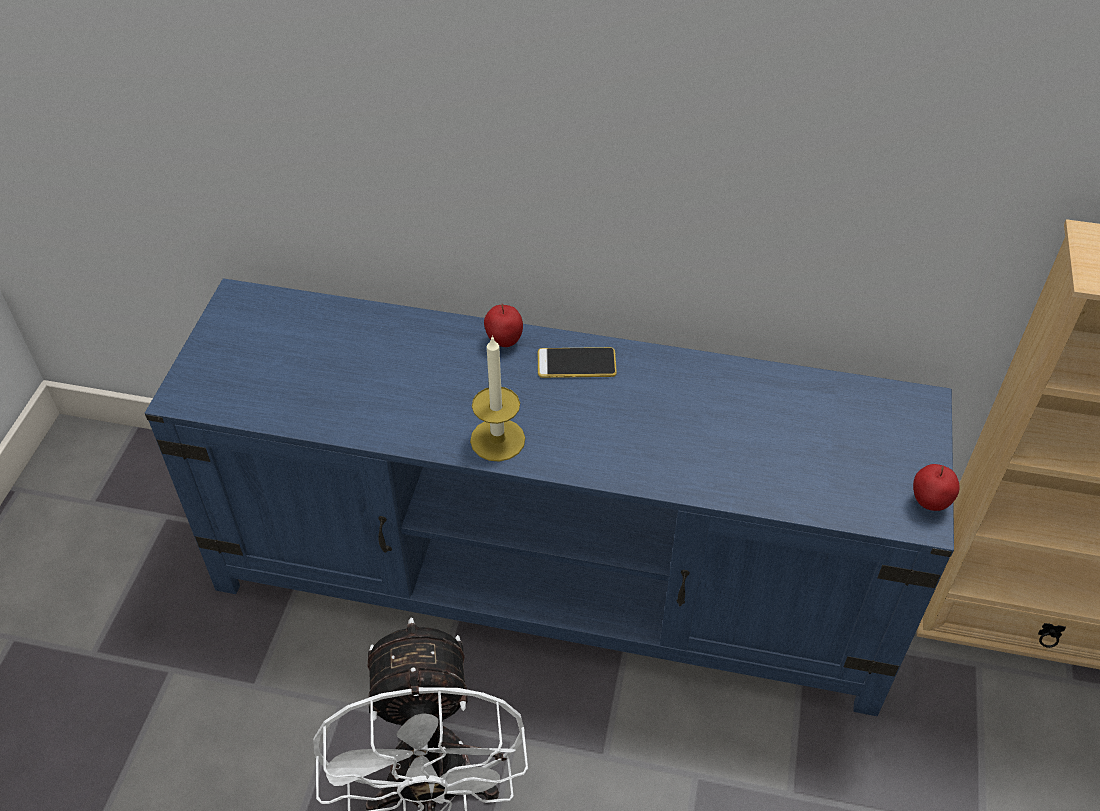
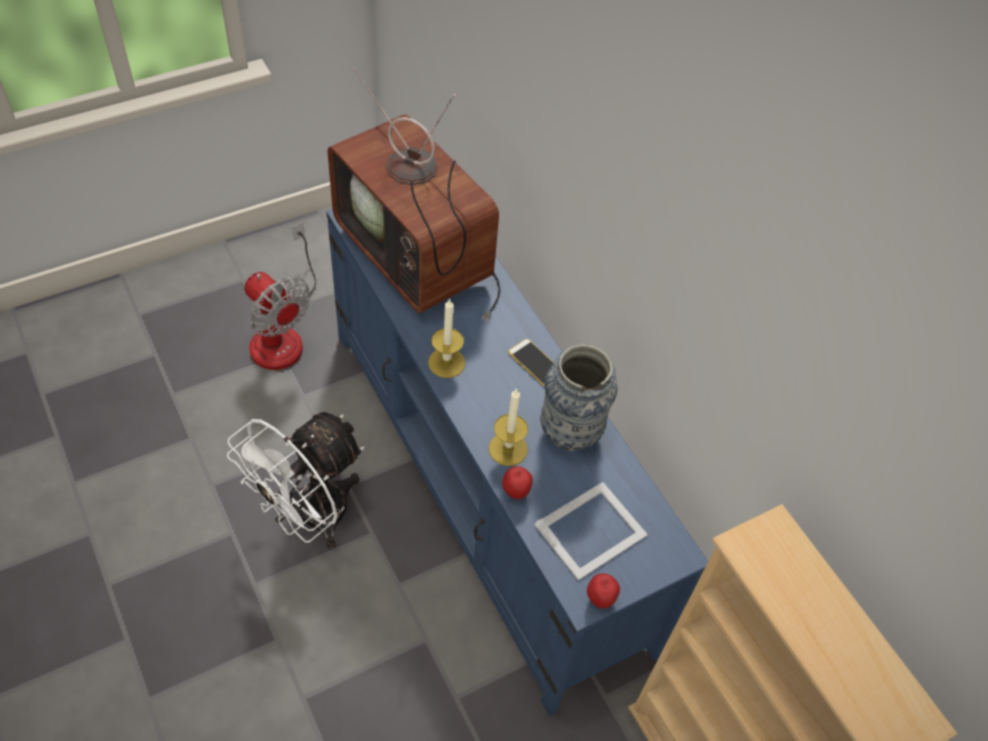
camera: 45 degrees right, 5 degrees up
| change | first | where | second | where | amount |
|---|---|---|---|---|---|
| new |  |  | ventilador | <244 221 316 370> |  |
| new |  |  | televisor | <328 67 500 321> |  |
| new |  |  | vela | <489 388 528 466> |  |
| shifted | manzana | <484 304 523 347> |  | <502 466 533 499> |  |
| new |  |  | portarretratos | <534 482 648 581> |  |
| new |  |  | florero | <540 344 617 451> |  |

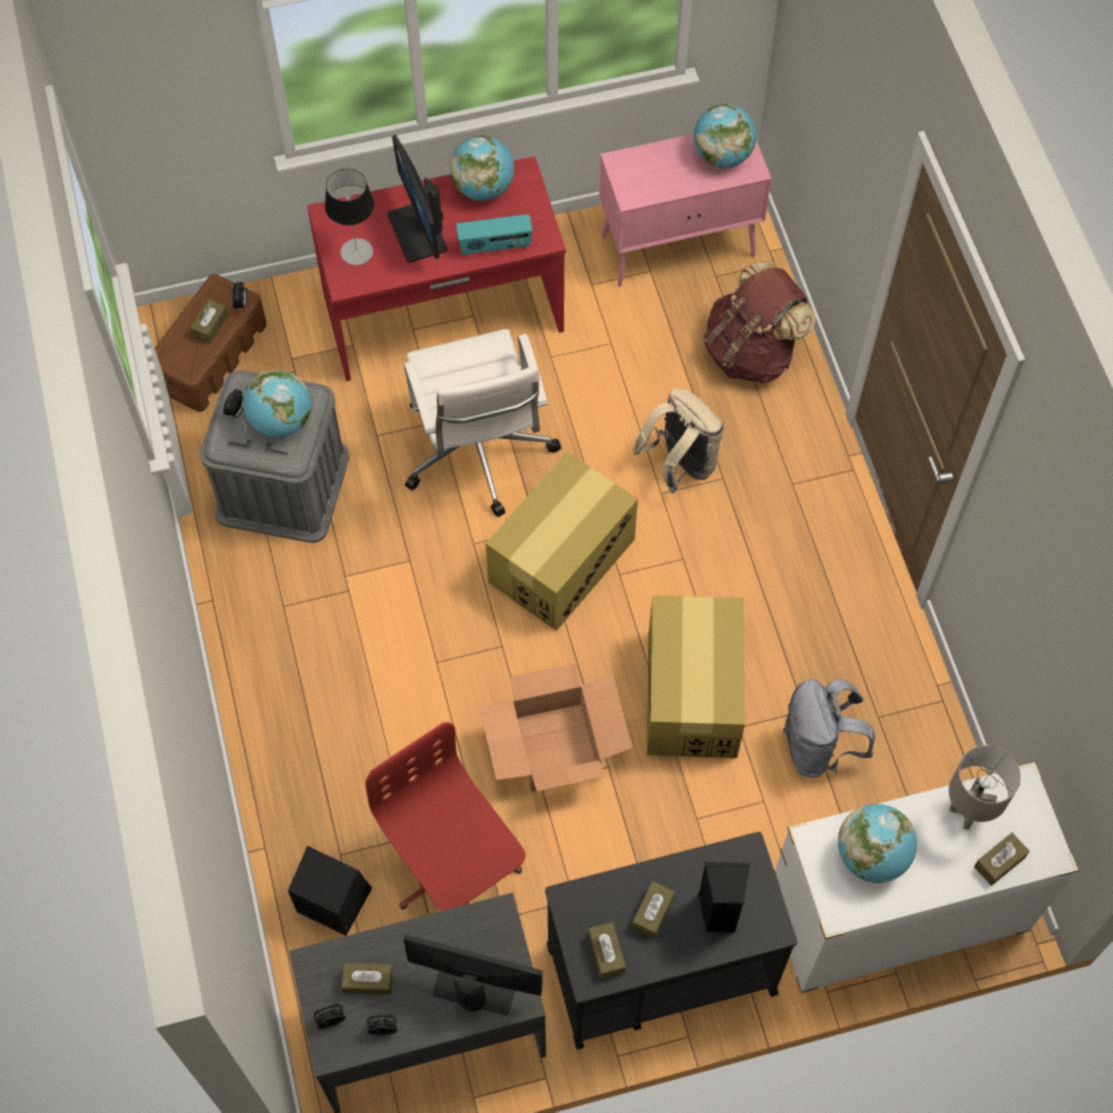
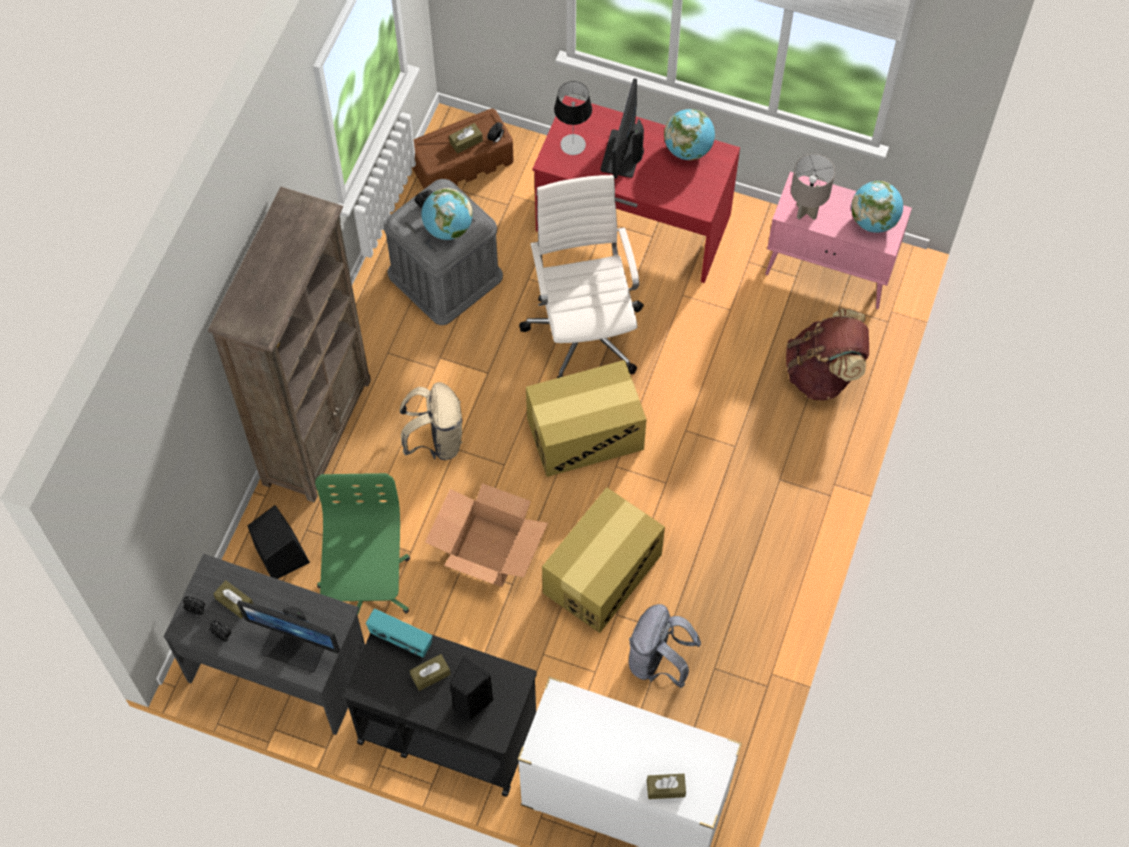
camera: 35 degrees right, 0 degrees up
| change | first | where | second | where | amount |
|---|---|---|---|---|---|
| new |  |  | estantería/marrón | <208 187 371 503> |  |
| rotated | monitor | <403 934 543 1015> |  | <237 600 340 672> | 150 degrees clockwise |
| repainted | silla de oficina/rojo | <365 722 526 911> | silla de oficina/verde | <315 473 410 616> |  |
| shifted | radio | <456 214 533 255> |  | <366 609 432 657> |  |
| shifted | mochila/beis | <632 388 724 494> |  | <399 382 463 460> |  |
| rotated | silla de oficina/blanco | <404 329 561 517> |  | <519 175 644 378> | 150 degrees clockwise |
| shifted | lámpara de mesa/gris | <949 745 1021 830> |  | <791 154 835 220> |  |
| gone | caja de pañuelos/marrón | <588 922 626 979> |  |  |  |
| gone | globo terráqueo | <838 804 917 883> |  |  |  |

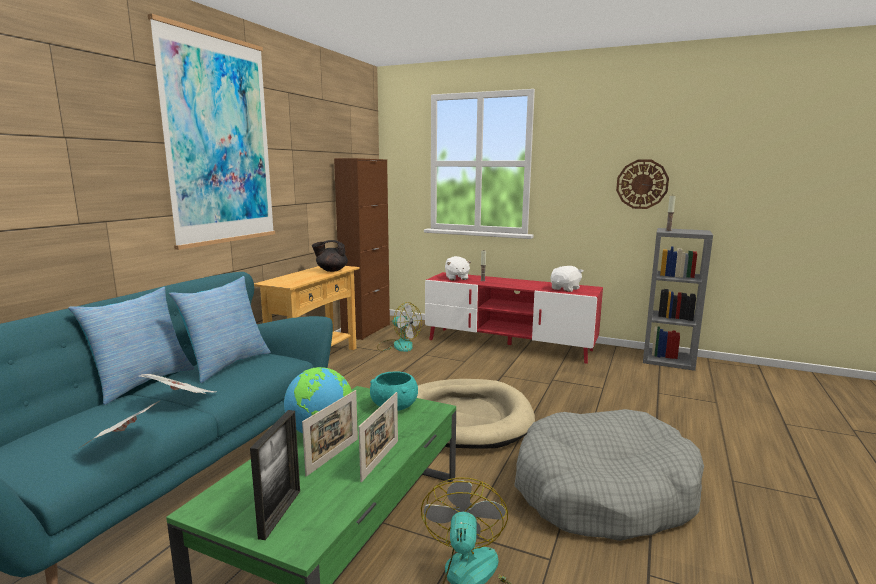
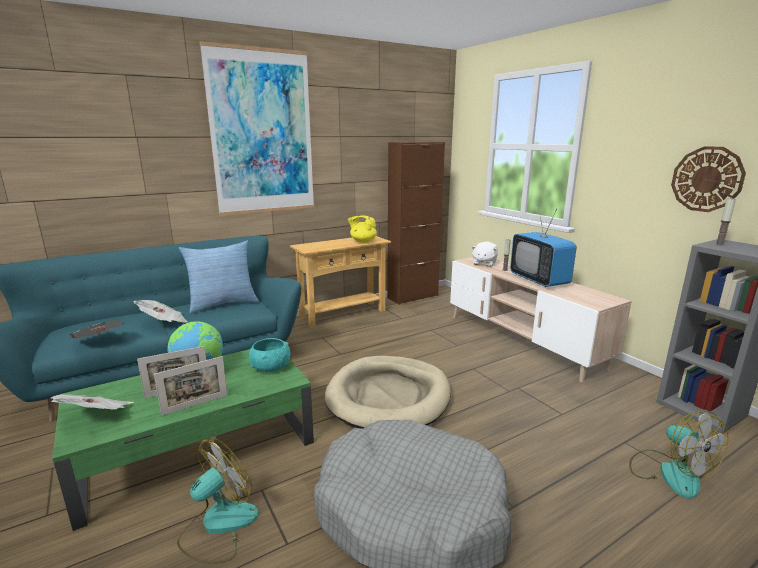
camera: 35 degrees right, 5 degrees up
| change | first | where | second | where | amount |
|---|---|---|---|---|---|
| swapped | portarretratos | <250 410 300 540> | periódico | <50 394 134 410> |  |
| repainted | tetera/negro | <312 240 348 272> | tetera/amarillo | <348 215 377 243> |  |
| repainted | mueble de televisión/rojo | <425 272 603 364> | mueble de televisión/beis | <450 257 632 383> |  |
| new |  |  | televisor | <510 205 577 287> |  |
| shifted | ventilador | <377 302 422 352> |  | <629 411 729 499> |  |
| gone | cojín | <68 287 194 405> |  |  |  |
| gone | peluche/blanco | <551 266 583 292> |  |  |  |

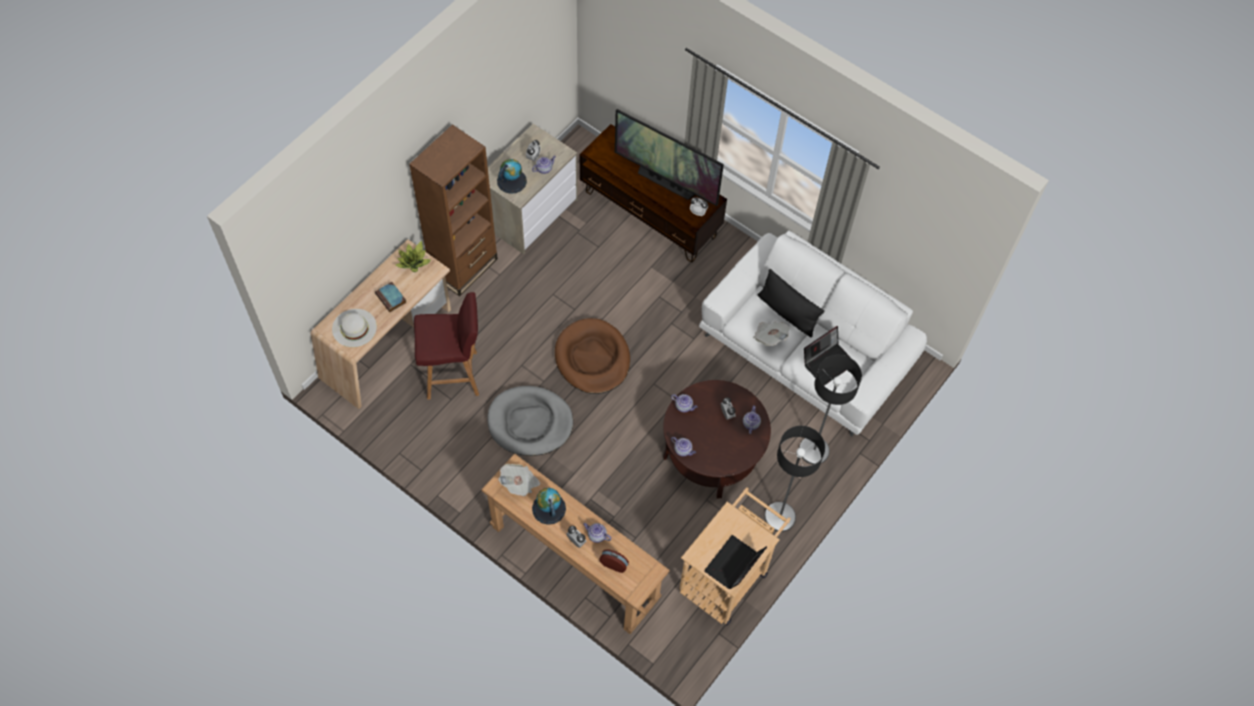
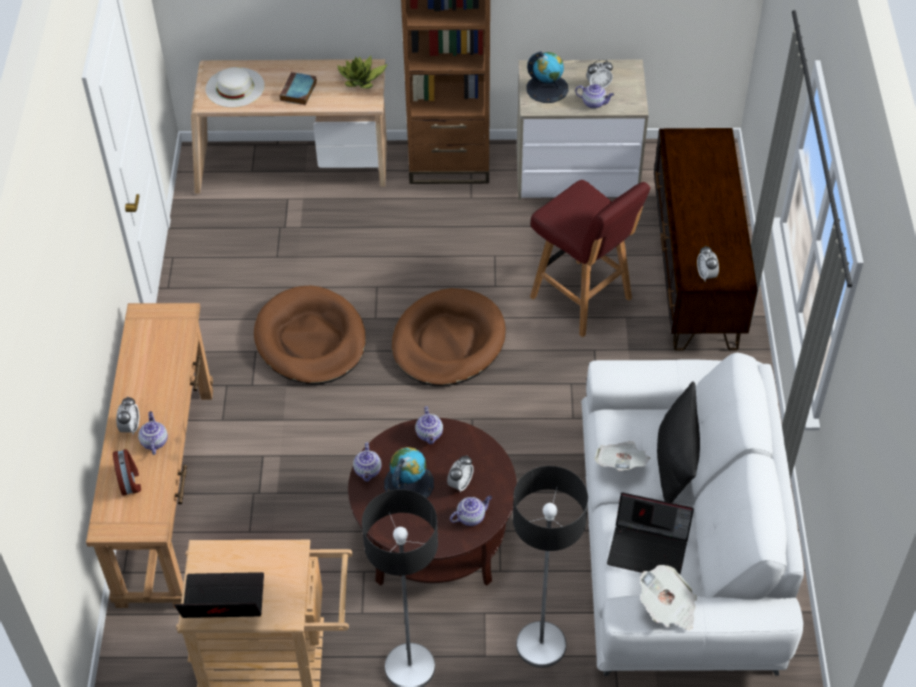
camera: 55 degrees right, 10 degrees down
| change | first | where | second | where | amount |
|---|---|---|---|---|---|
| repainted | cama para perro/gris | <487 386 573 456> | cama para perro/marrón | <254 286 366 384> |  |
| shifted | globo terráqueo | <532 488 566 525> |  | <384 447 434 498> |  |
| shifted | taburete/rojo | <414 292 479 400> |  | <530 180 650 337> |  |
| shifted | periódico | <498 464 540 496> |  | <640 565 697 630> |  |
| gone | televisor | <615 109 724 206> |  |  |  |

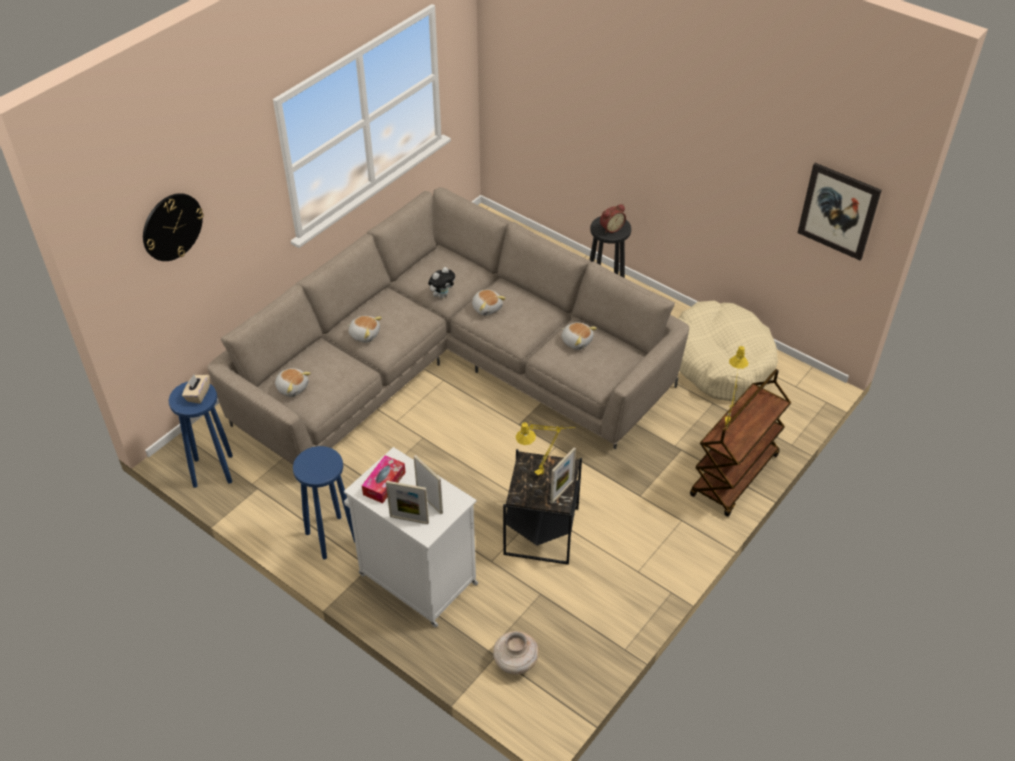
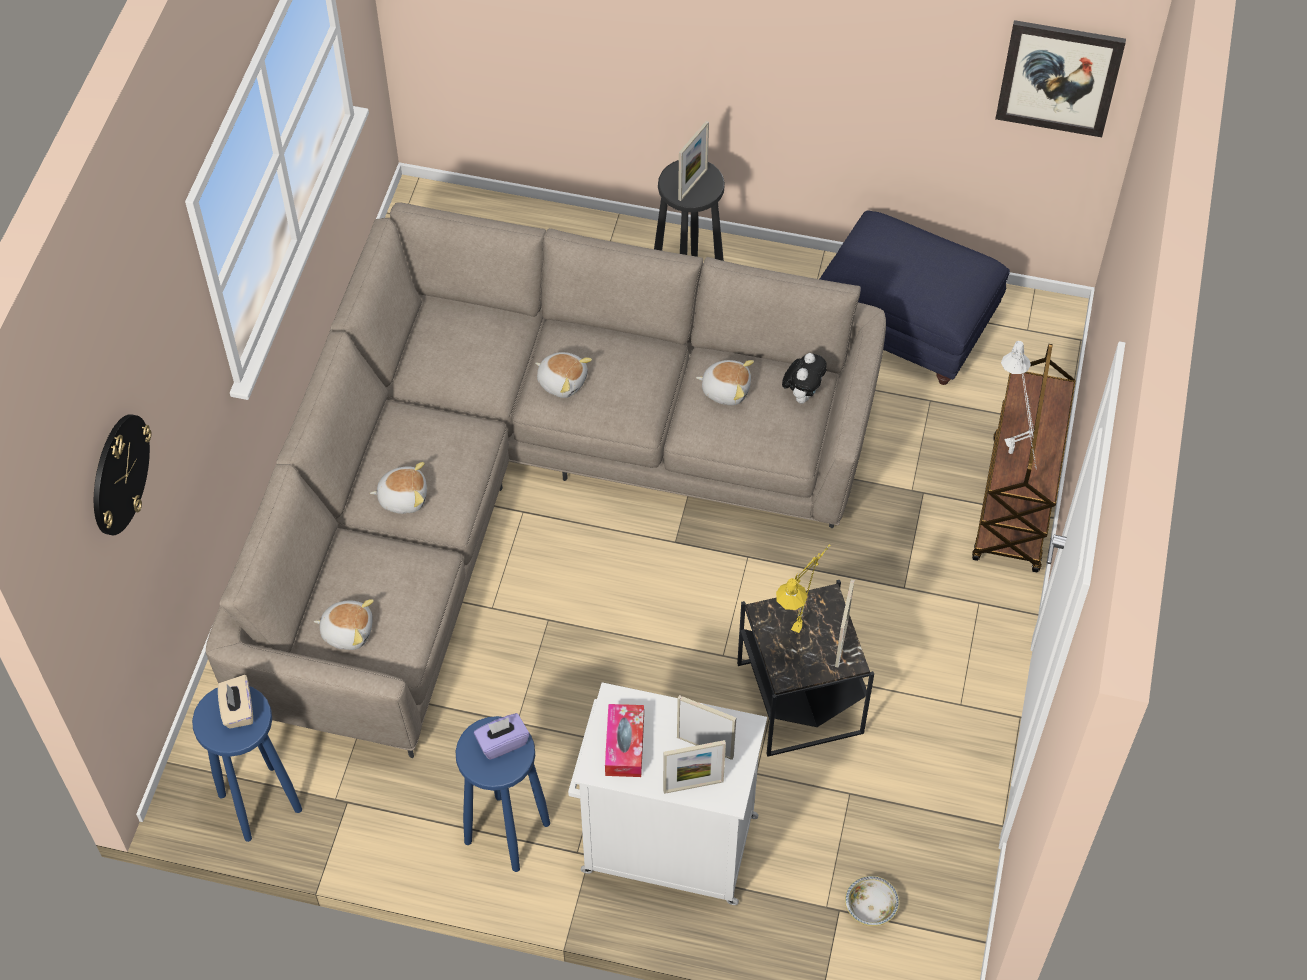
camera: 25 degrees left, 10 degrees up
| change | first | where | second | where | amount |
|---|---|---|---|---|---|
| new |  |  | caja de pañuelos/morado | <474 713 529 760> |  |
| swapped | despertador | <600 204 626 233> | portarretratos | <678 120 709 201> |  |
| shifted | peluche | <428 267 455 298> |  | <782 353 827 404> |  |
| swapped | cama para perro/beis | <678 300 778 401> | puf/azul | <820 210 1010 385> |  |
| swapped | florero/beis | <493 631 539 675> | cuenco | <845 876 899 926> |  |
| repainted | lámpara de mesa/amarillo | <725 346 749 428> | lámpara de mesa/blanco | <1001 341 1037 469> |  |

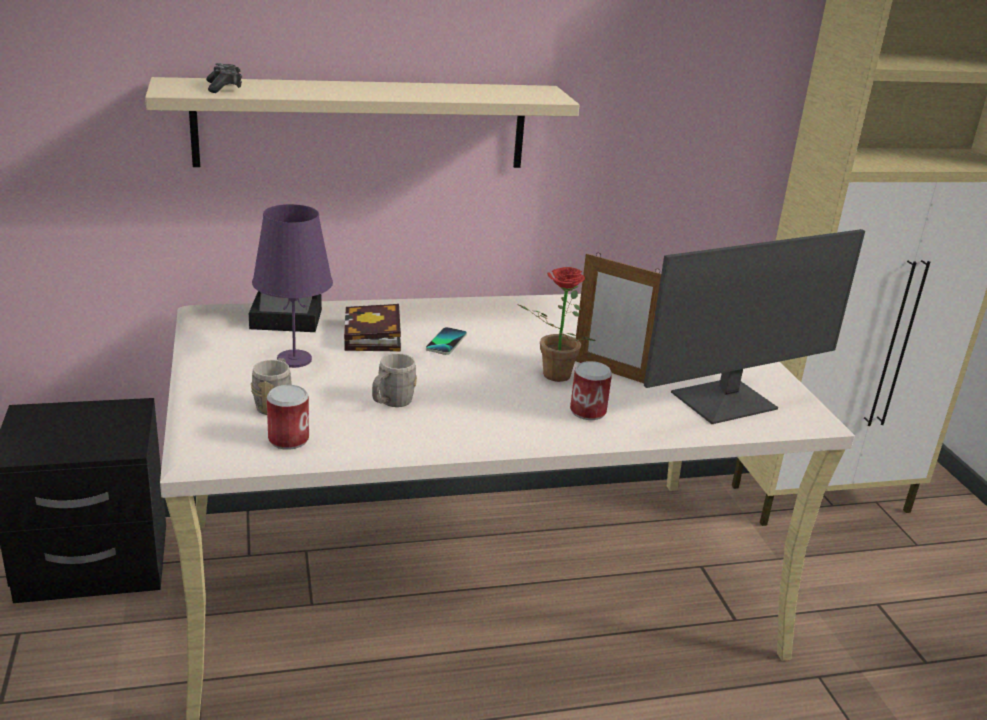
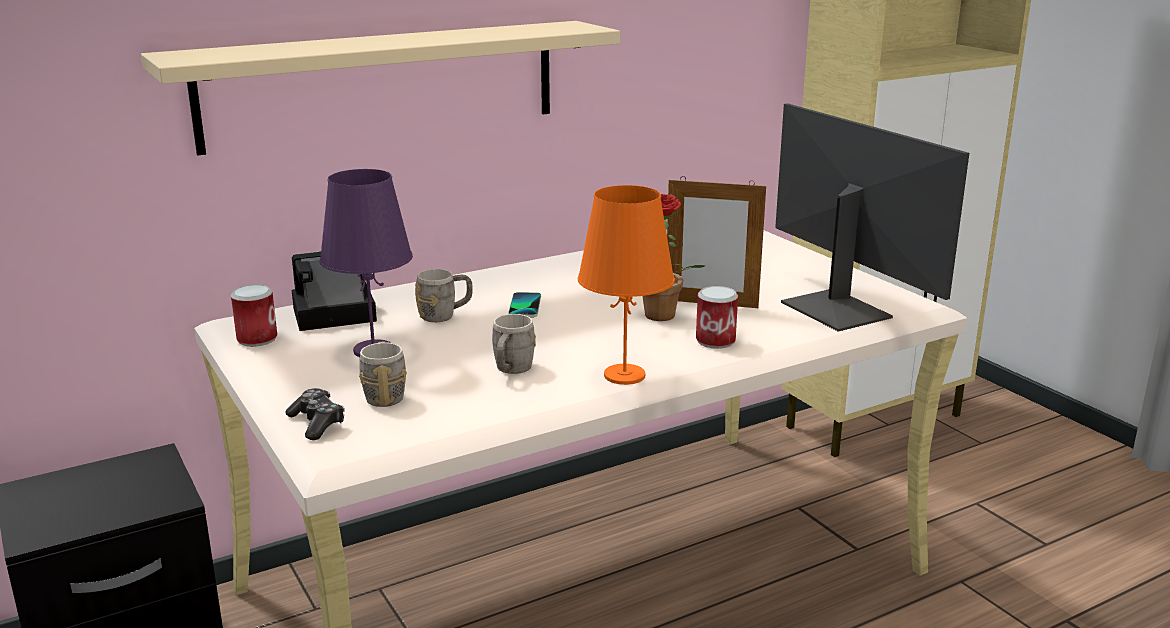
camera: 15 degrees left, 5 degrees down
| change | first | where | second | where | amount |
|---|---|---|---|---|---|
| shifted | lata | <267 385 309 450> |  | <231 284 277 347> |  |
| shifted | mando de consola | <206 63 242 93> |  | <285 388 345 440> |  |
| swapped | libro | <344 304 401 352> | taza grande/gris | <415 269 473 322> |  |
| new |  |  | lámpara de mesa/naranja | <578 185 675 385> |  |
| rotated | monitor | <644 229 865 424> |  | <775 103 969 332> | 75 degrees counterclockwise |

